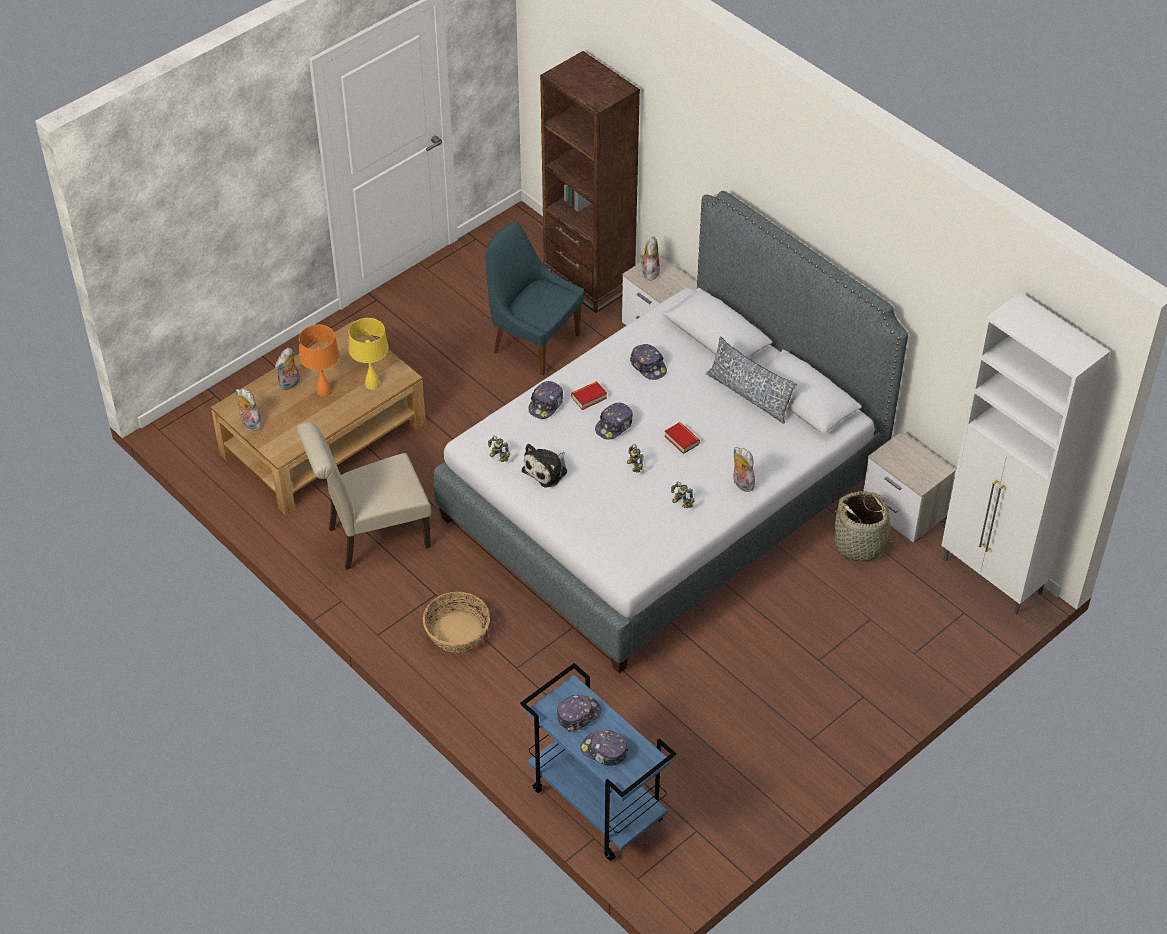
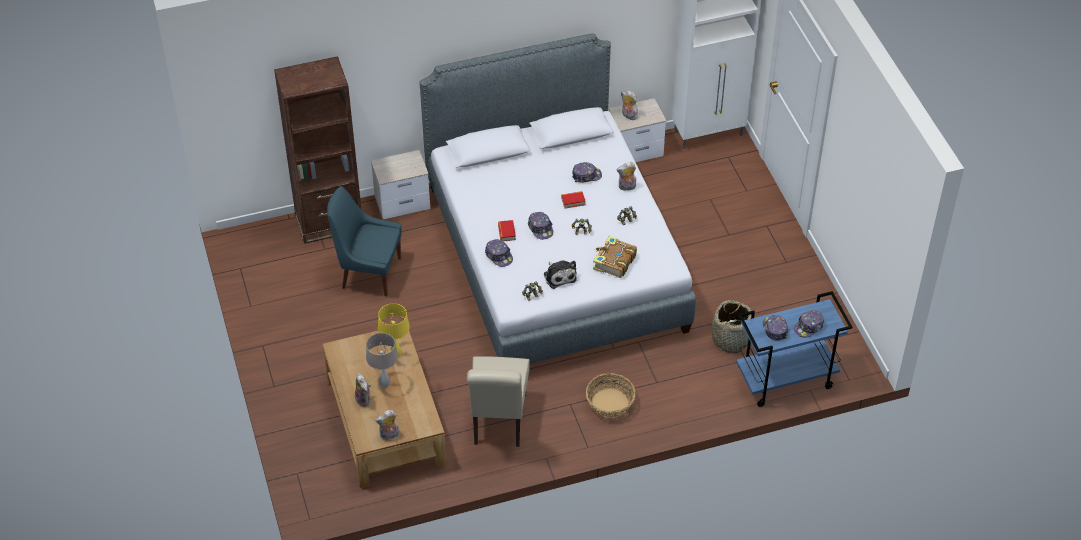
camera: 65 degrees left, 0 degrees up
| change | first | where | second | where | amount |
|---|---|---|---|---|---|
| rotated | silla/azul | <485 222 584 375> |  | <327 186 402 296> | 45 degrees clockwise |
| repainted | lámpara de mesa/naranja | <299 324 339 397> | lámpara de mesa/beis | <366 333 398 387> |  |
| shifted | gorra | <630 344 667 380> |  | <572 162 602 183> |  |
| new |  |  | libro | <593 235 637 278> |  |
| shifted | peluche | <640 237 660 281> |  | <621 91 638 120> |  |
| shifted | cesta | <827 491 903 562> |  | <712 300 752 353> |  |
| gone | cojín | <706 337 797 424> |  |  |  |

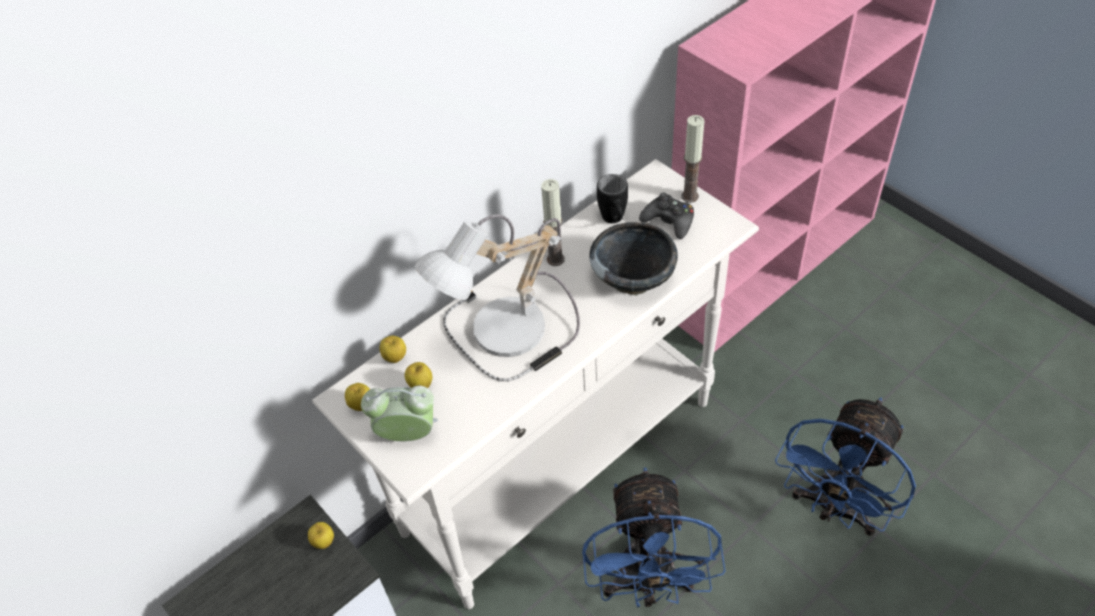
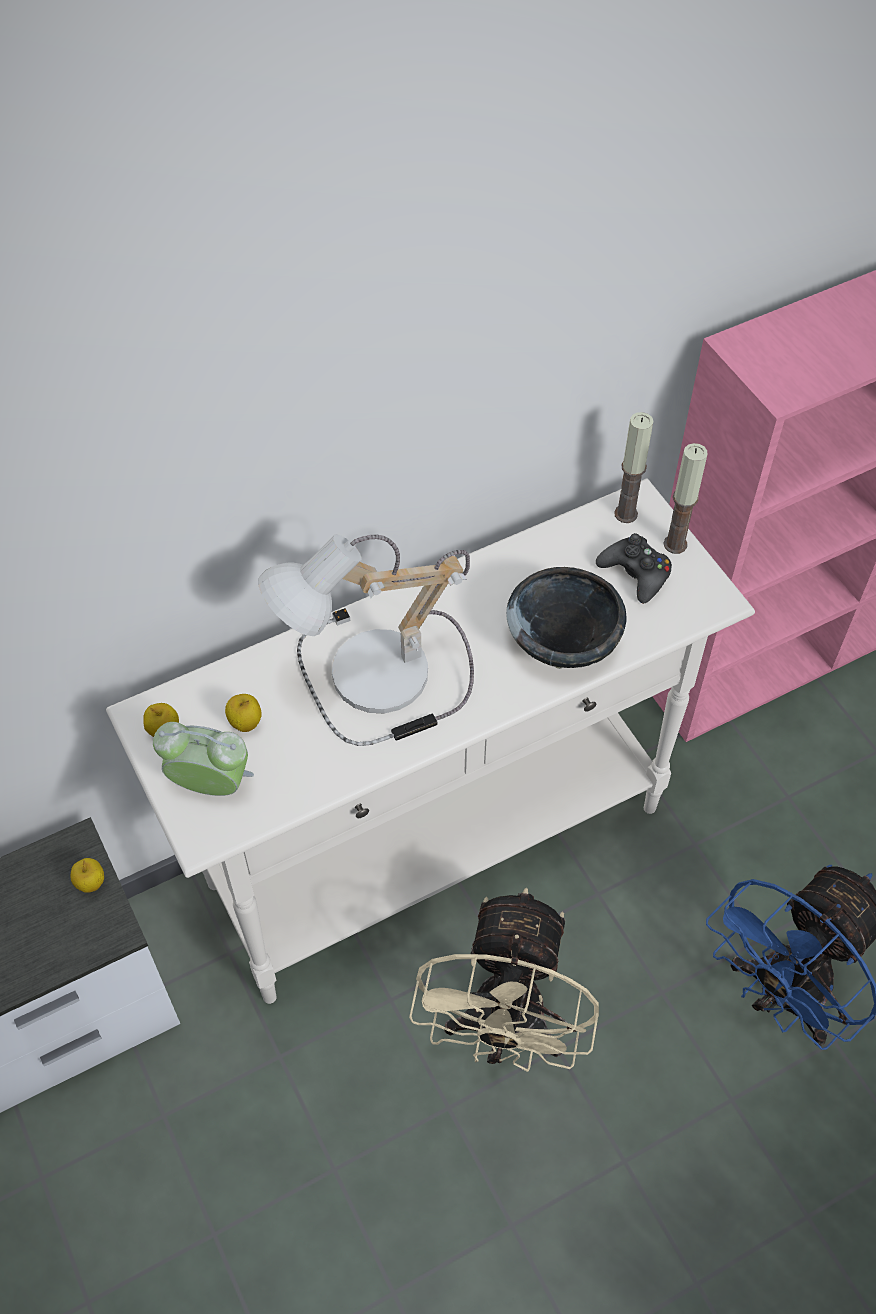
camera: 10 degrees right, 5 degrees up
| change | first | where | second | where | amount |
|---|---|---|---|---|---|
| repainted | ventilador/azul | <582 467 726 607> | ventilador/beis | <409 887 599 1072> |  |
| shifted | vela | <541 179 565 266> |  | <615 412 654 523> |  |
| gone | manzana | <380 336 406 363> |  |  |  |
| gone | taza grande/negro | <597 174 628 223> |  |  |  |

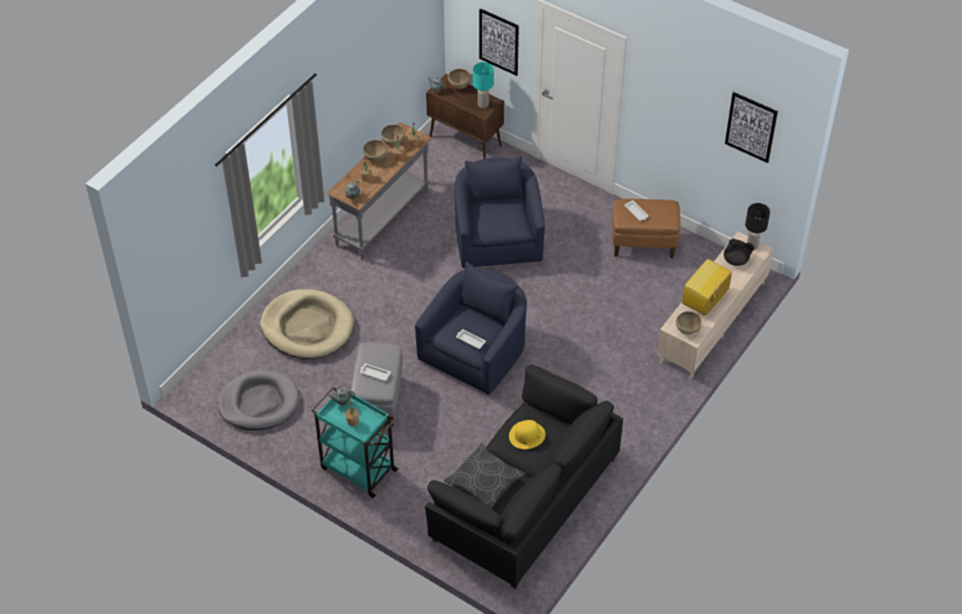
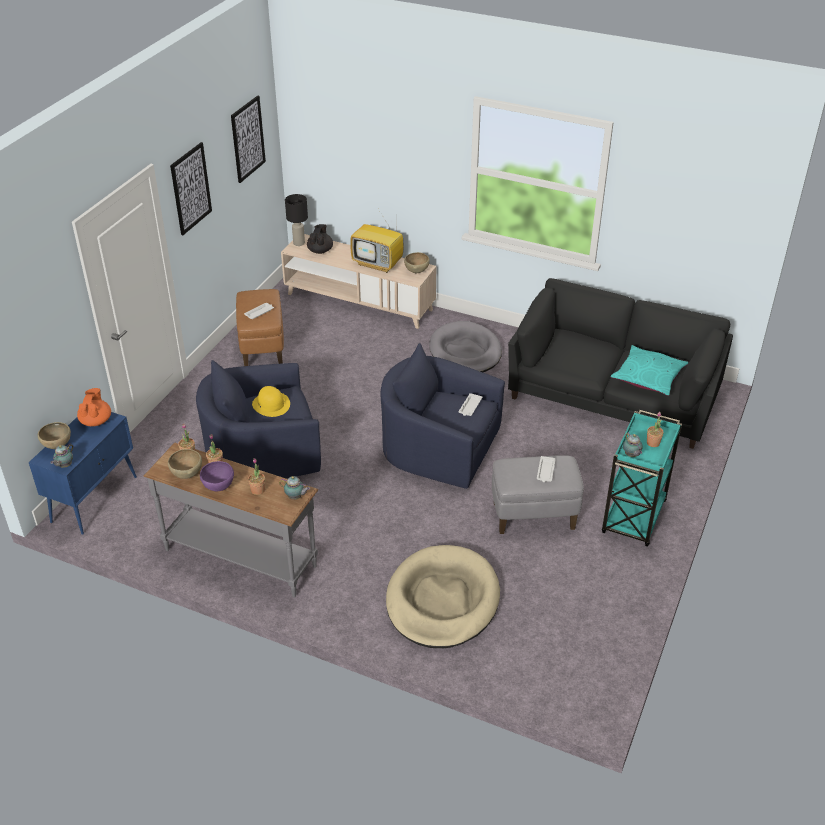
camera: 100 degrees left, 10 degrees down
| change | first | where | second | where | amount |
|---|---|---|---|---|---|
| repainted | armario/marrón | <426 74 504 159> | armario/azul | <29 412 137 535> |  |
| swapped | lámpara de mesa/turquesa | <473 62 494 108> | tetera/naranja | <77 388 111 427> |  |
| shifted | cuadro | <479 8 519 76> |  | <170 142 212 235> |  |
| repainted | cuenco/marrón | <363 140 387 162> | cuenco/morado | <200 461 234 491> |  |
| shifted | sombrero/amarillo | <509 420 546 449> |  | <252 386 290 417> |  |
| shifted | cama para perro/gris | <218 370 299 430> |  | <429 321 502 372> |  |
| repainted | cojín/gris | <444 443 526 508> | cojín/turquesa | <610 345 689 396> |  |

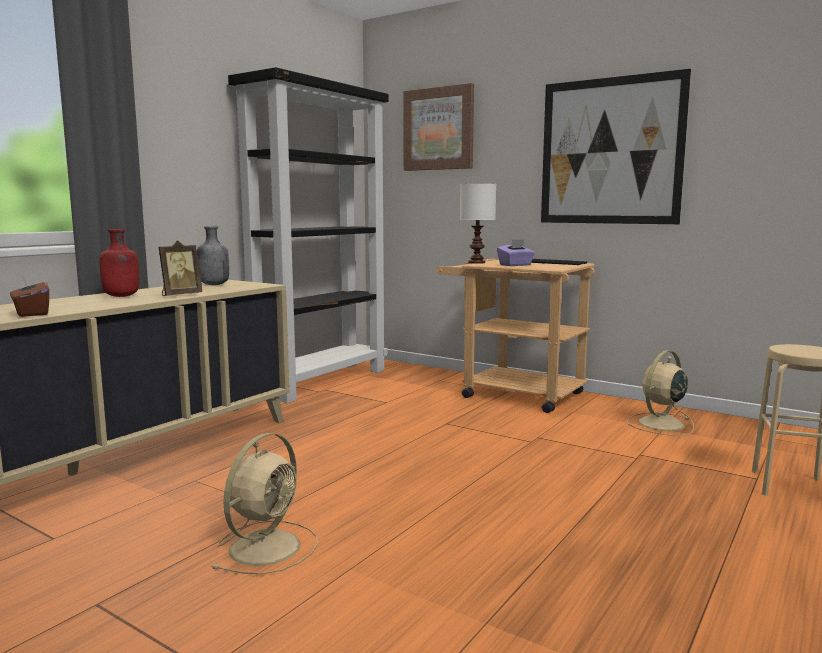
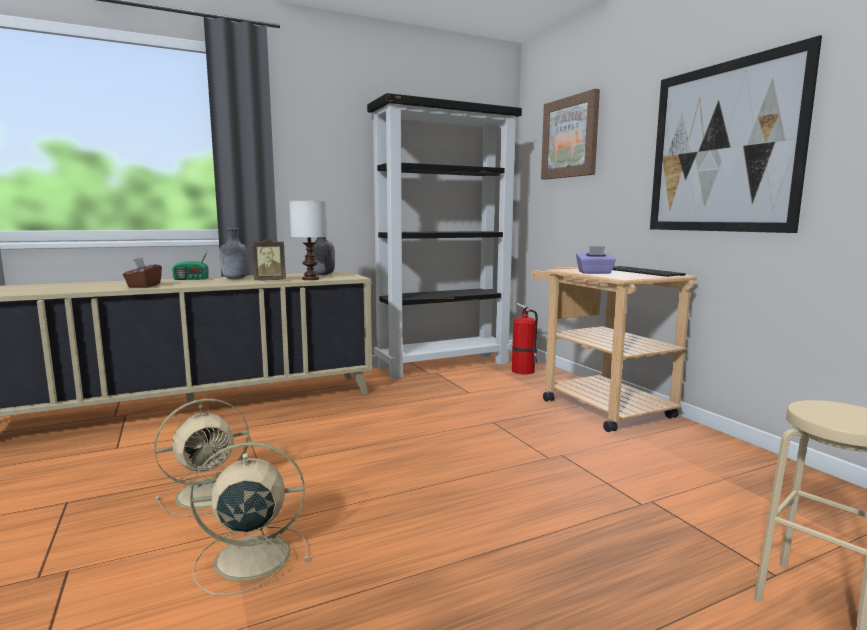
camera: 30 degrees right, 0 degrees up
| change | first | where | second | where | amount |
|---|---|---|---|---|---|
| new |  |  | radio | <172 249 209 280> |  |
| shifted | ventilador/beis | <626 350 694 436> |  | <190 442 310 596> |  |
| repainted | botella/rojo | <100 229 139 297> | botella/gris | <220 228 249 279> |  |
| shifted | lámpara de mesa/blanco | <460 183 496 264> |  | <289 201 327 280> |  |
| new |  |  | extintor | <512 303 538 375> |  |

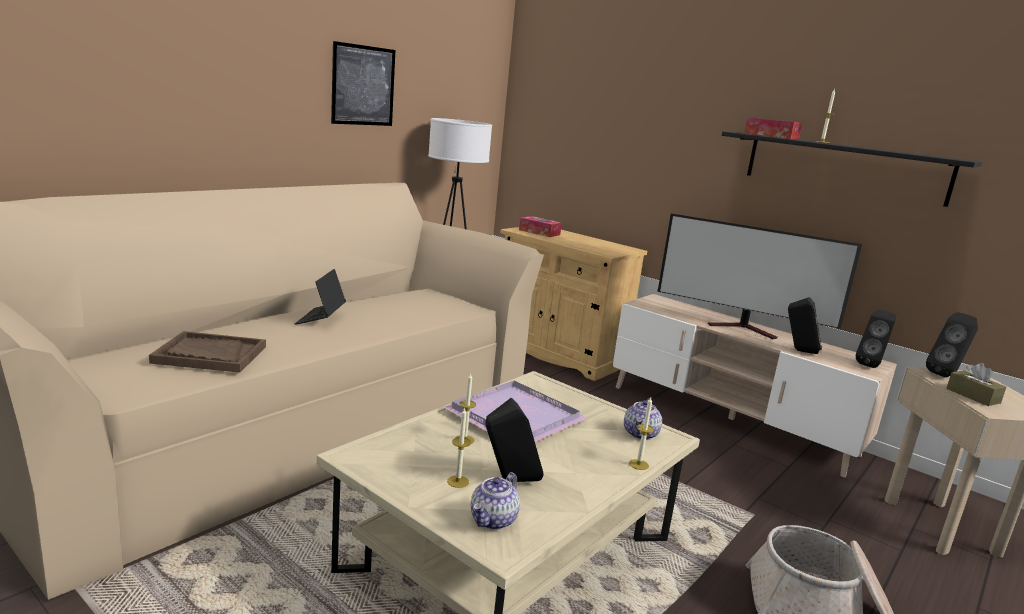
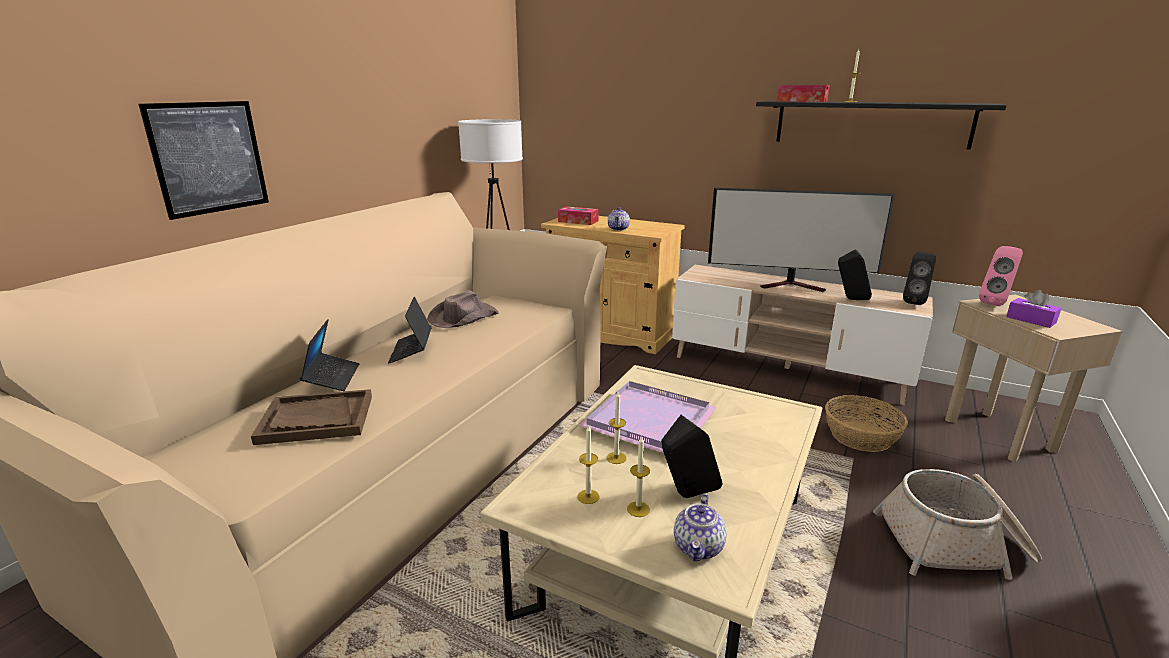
camera: 10 degrees left, 5 degrees up
| change | first | where | second | where | amount |
|---|---|---|---|---|---|
| shifted | cuadro | <331 41 395 126> |  | <138 101 269 220> |  |
| new |  |  | portátil | <300 319 359 391> |  |
| new |  |  | sombrero/marrón | <427 290 499 328> |  |
| shifted | vela | <629 397 654 470> |  | <577 426 600 504> |  |
| shifted | tetera | <624 399 662 440> |  | <608 207 630 231> |  |
| new |  |  | cesta | <825 395 908 452> |  |
| repainted | altavoz/negro | <926 312 978 377> | altavoz/rosa | <979 246 1023 306> |  |
| repainted | caja de pañuelos/marrón | <946 363 1006 406> | caja de pañuelos/morado | <1006 290 1061 328> |  |

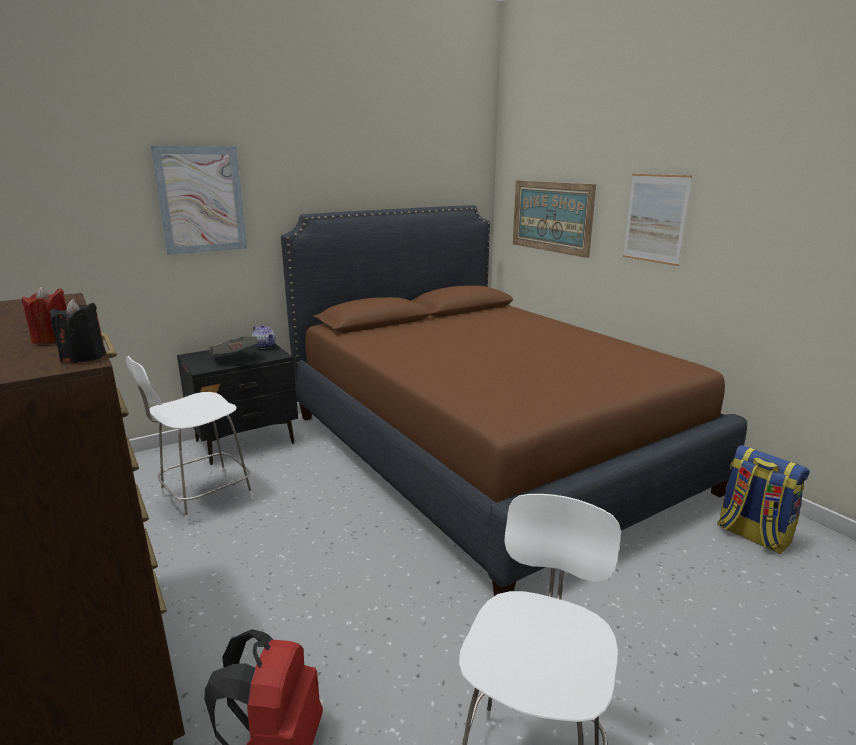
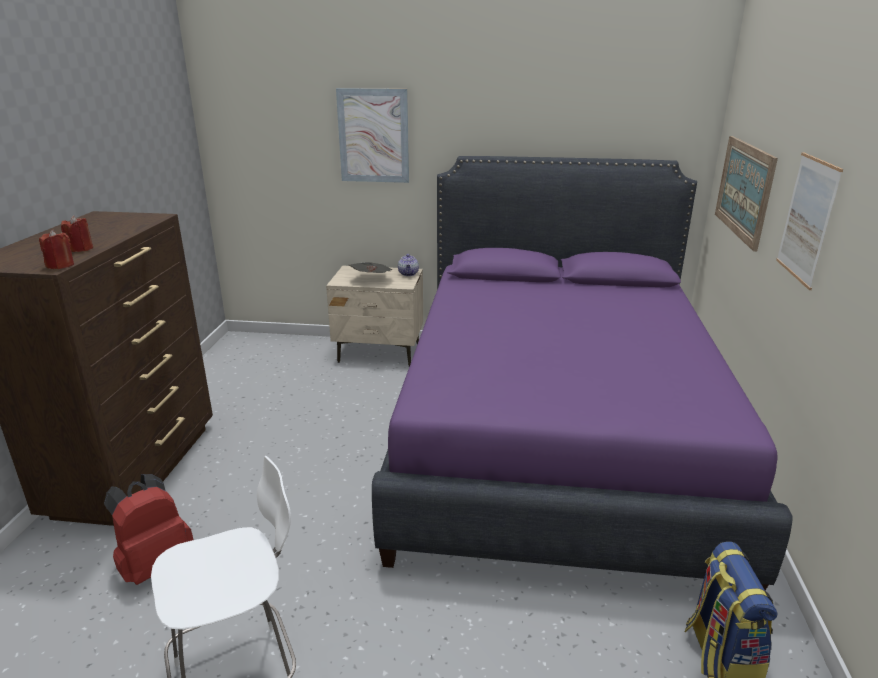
camera: 40 degrees right, 5 degrees up
| change | first | where | second | where | amount |
|---|---|---|---|---|---|
| repainted | vela/negro | <50 299 106 363> | vela/rojo | <39 230 74 269> |  |
| repainted | mesita de noche/negro | <177 344 298 465> | mesita de noche/beis | <326 266 423 367> |  |
| repainted | cama/marrón | <281 205 747 596> | cama/morado | <372 156 792 591> |  |
| gone | silla/blanco | <126 356 253 525> |  |  |  |

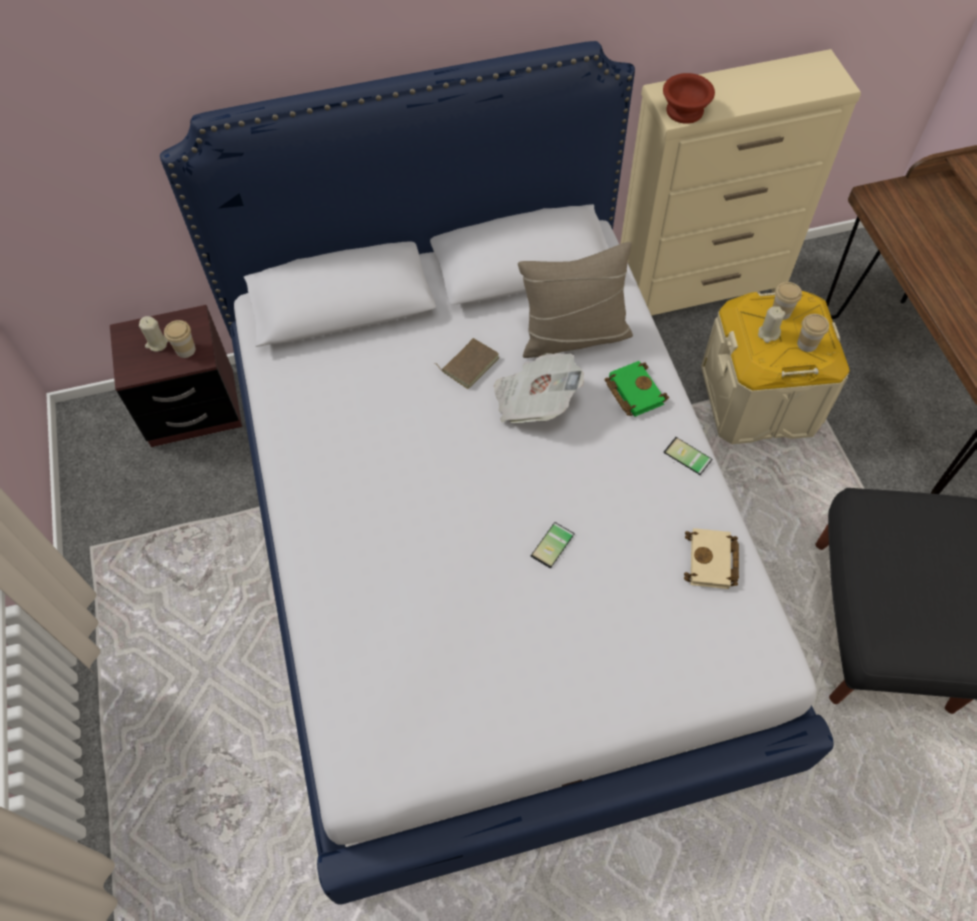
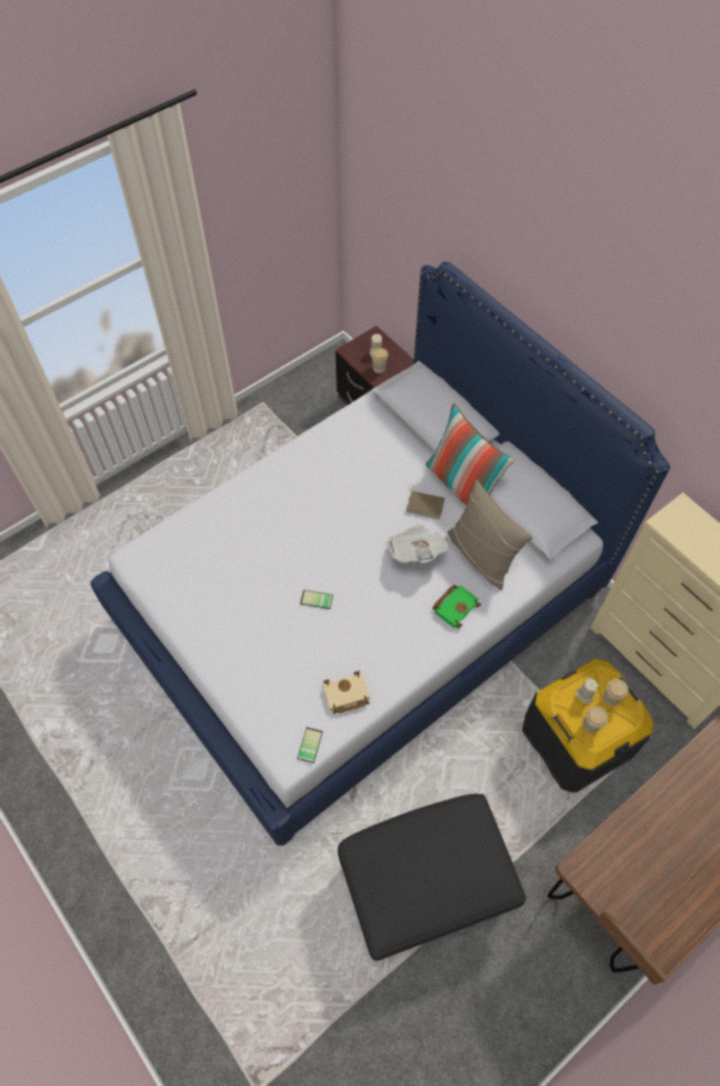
camera: 65 degrees right, 0 degrees up
| change | first | where | second | where | amount |
|---|---|---|---|---|---|
| shifted | móvil | <663 437 712 475> |  | <297 727 323 763> |  |
| new |  |  | cojín | <426 403 514 506> |  |
| repainted | caja de almacenaje/beis | <701 291 850 444> | caja de almacenaje/negro | <522 659 653 793> |  |
| gone | cuenco/marrón | <663 73 715 124> |  |  |  |

